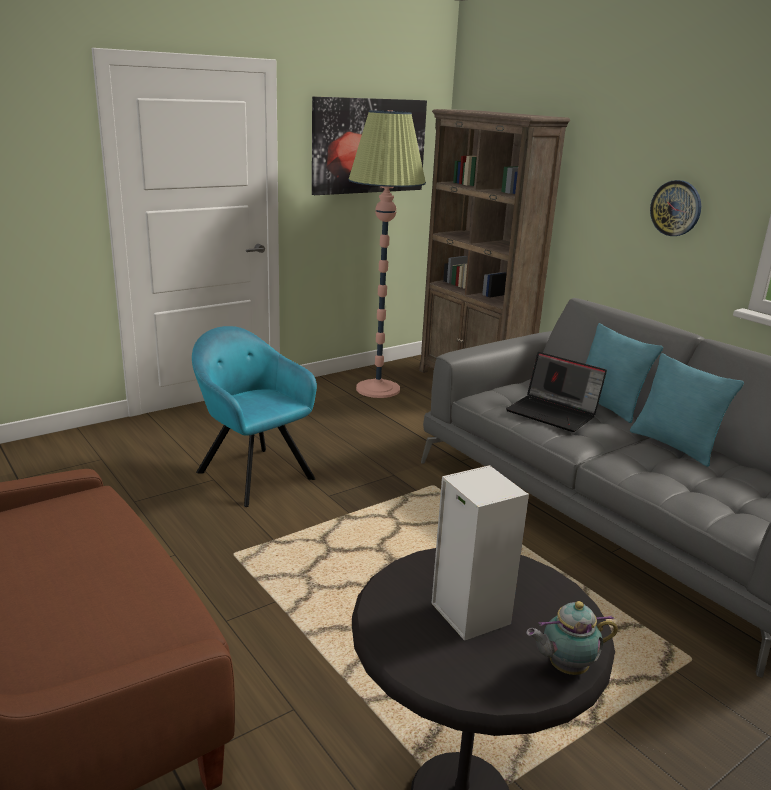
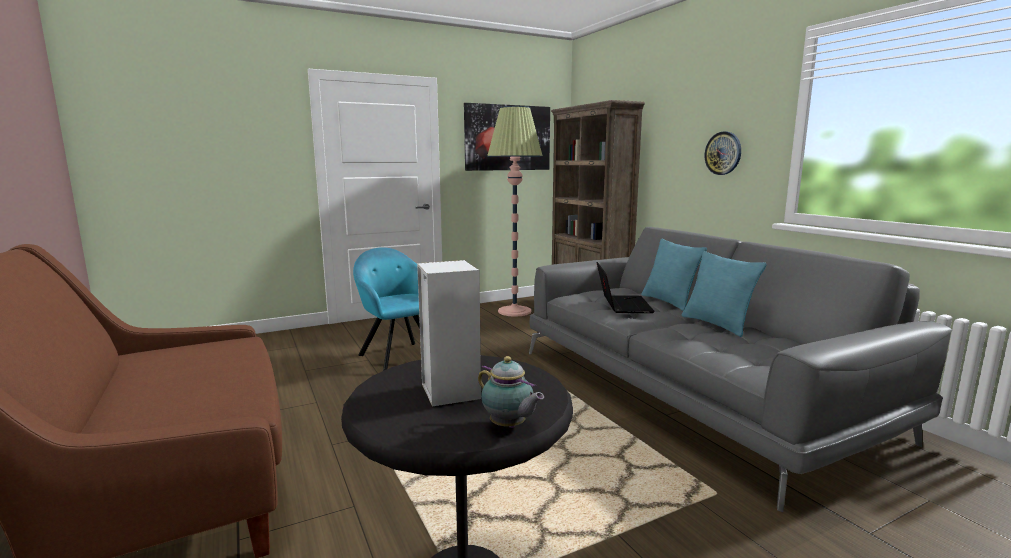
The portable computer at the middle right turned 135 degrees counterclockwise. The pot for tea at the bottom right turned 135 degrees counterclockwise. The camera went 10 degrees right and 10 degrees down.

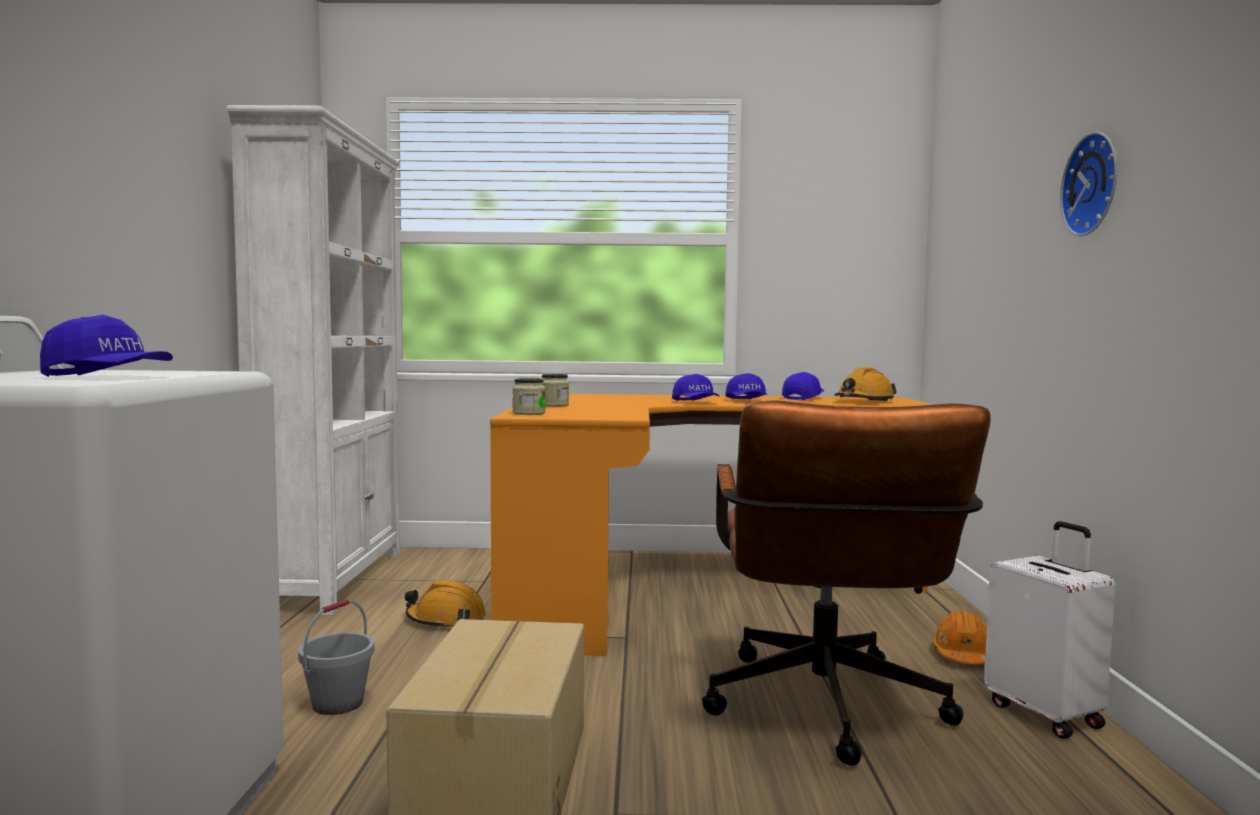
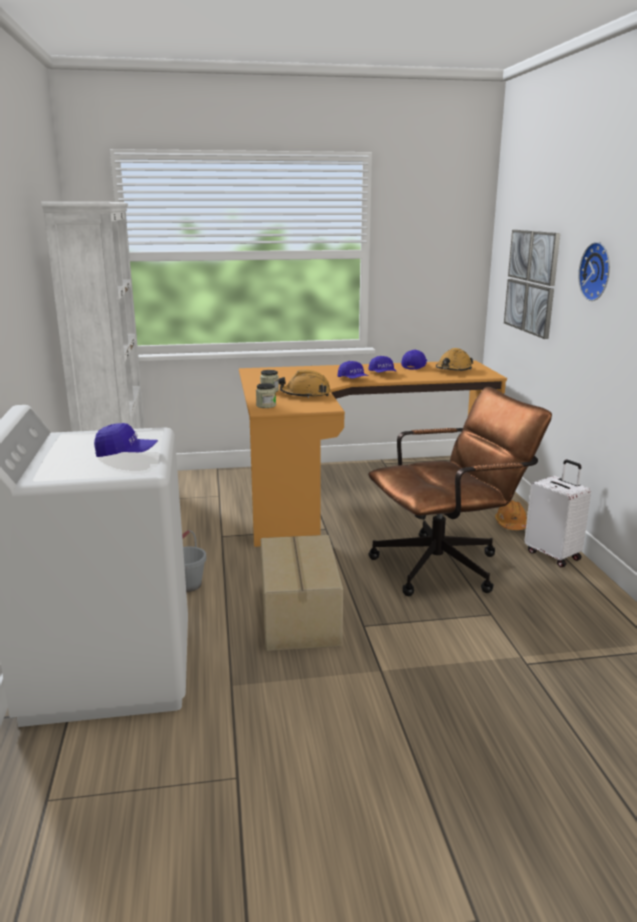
The brownish computer chair at the bottom right turned 105 degrees counterclockwise. The orange hard hat (no. 1 from left) moved from the bottom centre to the centre. The wall picture at the top right appeared. The camera went 10 degrees left and 15 degrees up.

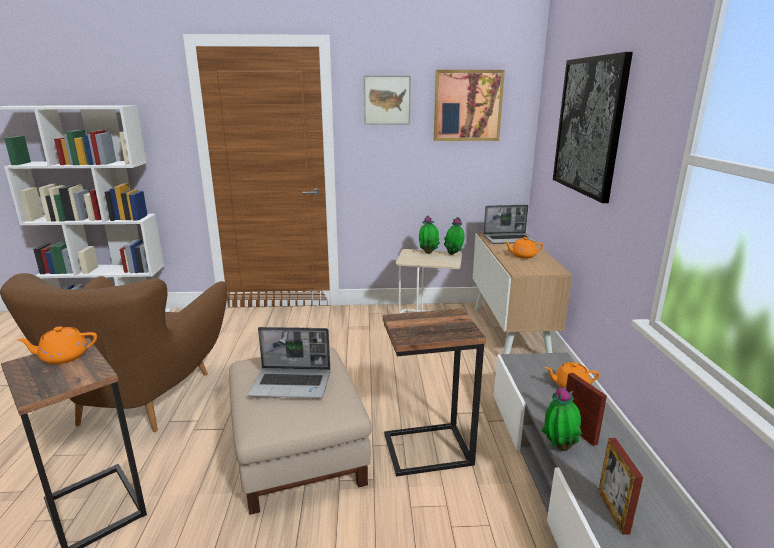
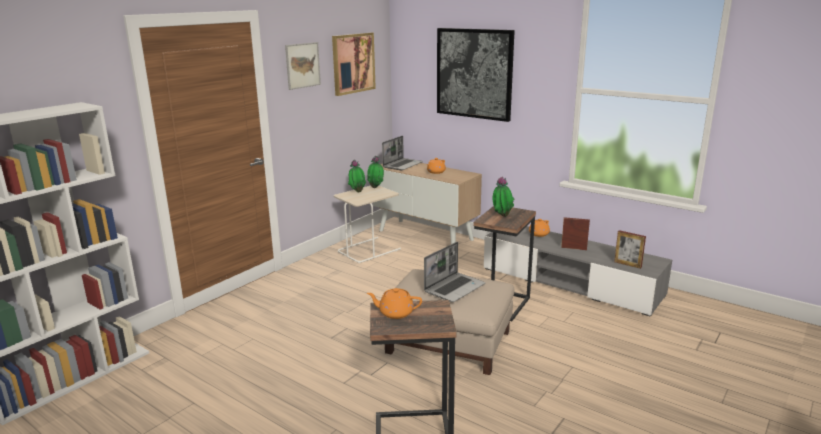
The brownish armchair at the middle left disappeared. The orange pot for tea (no. 1 from left) at the middle left turned 75 degrees clockwise. The plant in a pot (no. 3 from left) moved from the bottom right to the centre. The camera went 50 degrees left and 0 degrees up.

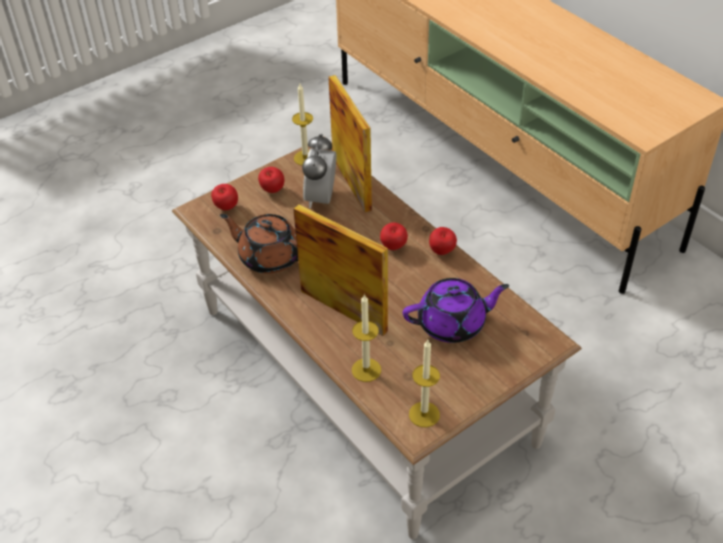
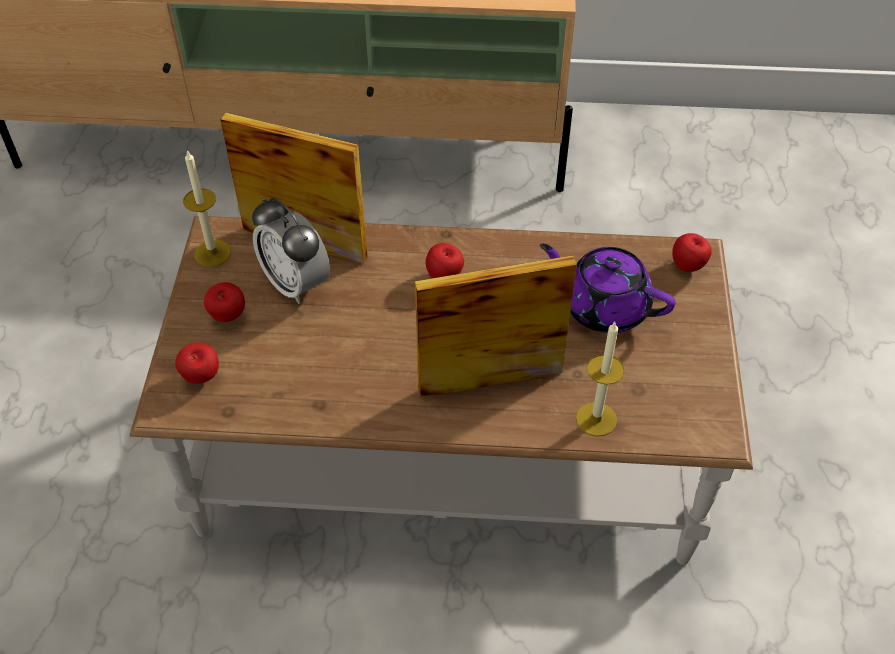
The brownish pot for tea at the centre disappeared. The apple (no. 4 from left) moved from the centre to the middle right. The purple pot for tea at the centre turned 90 degrees counterclockwise. The wax candle (no. 3 from left) at the bottom centre disappeared. The camera went 50 degrees left and 5 degrees up.

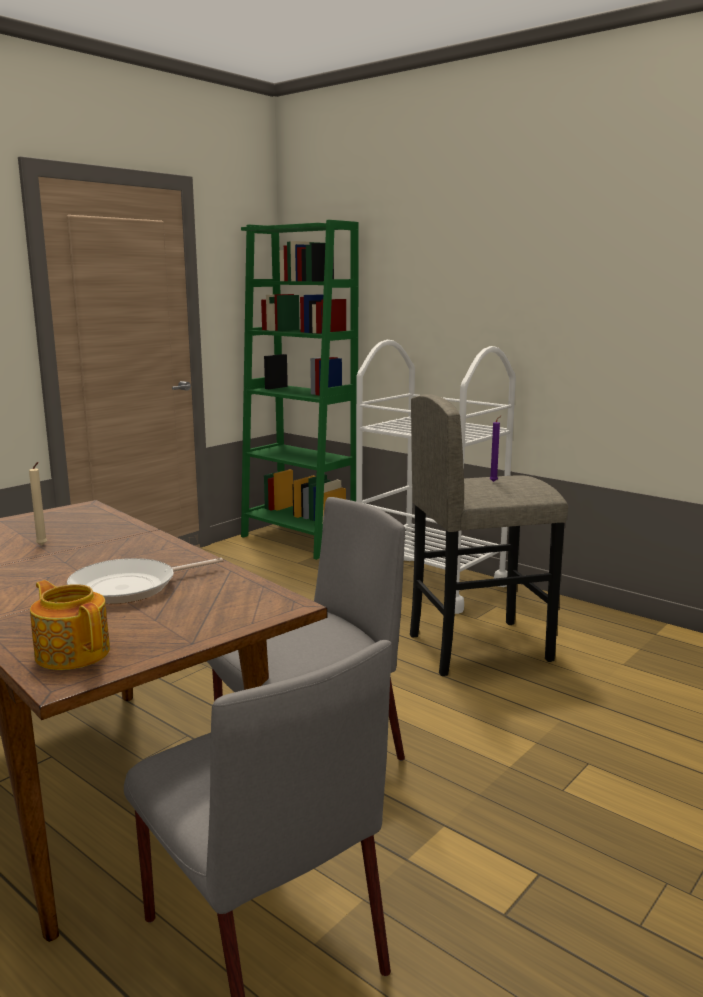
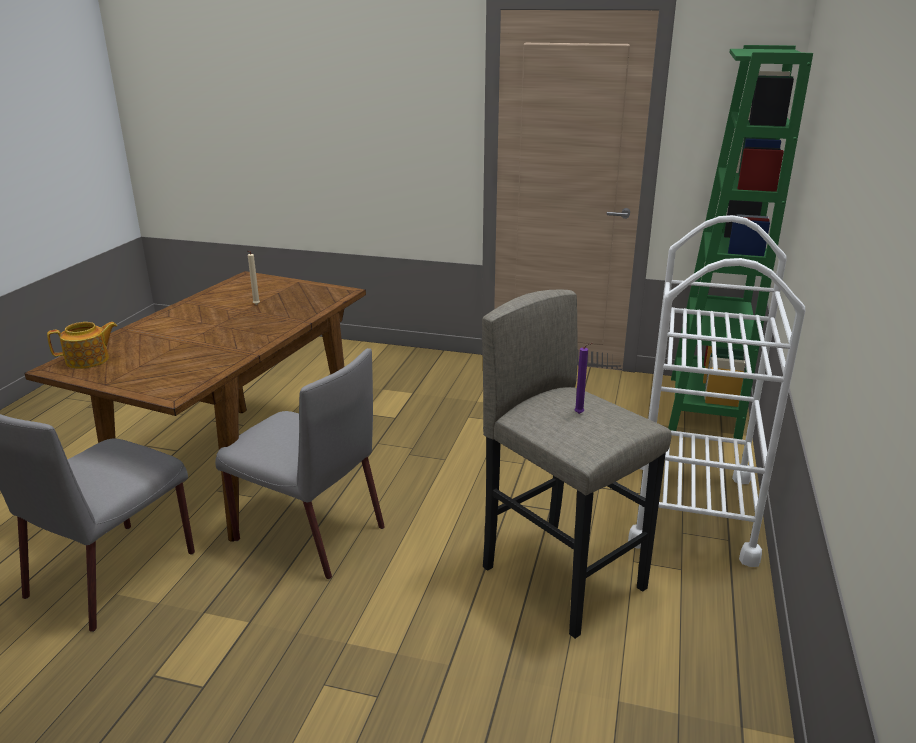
The pan at the middle left disappeared. The pot for tea at the middle left turned 45 degrees clockwise. The camera went 65 degrees right and 10 degrees up.

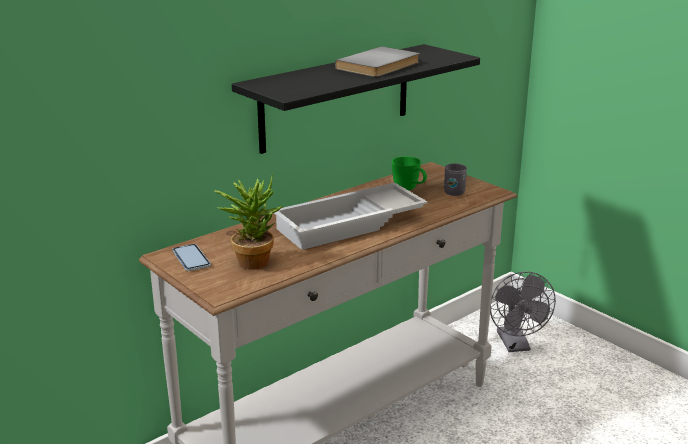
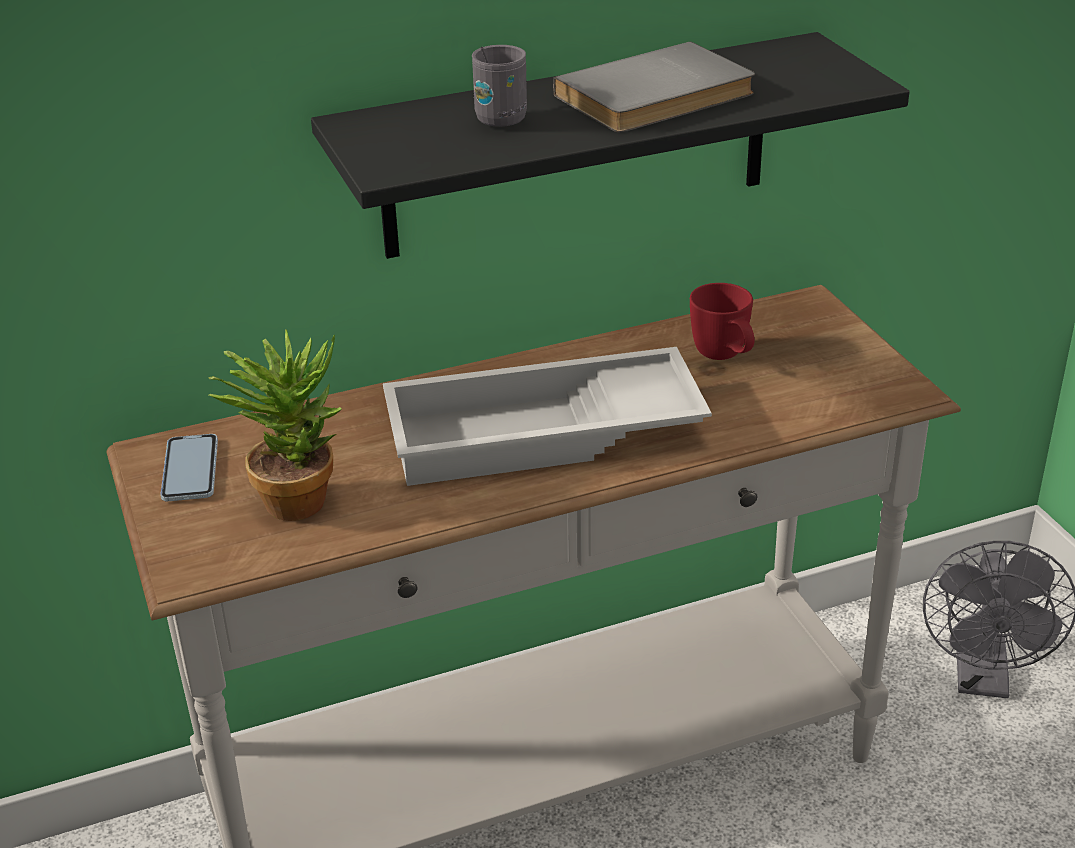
The green coffee mug at the centre became the red coffee mug at the middle right. The gray coffee mug moved from the centre to the top centre. The camera went 20 degrees right and 10 degrees up.

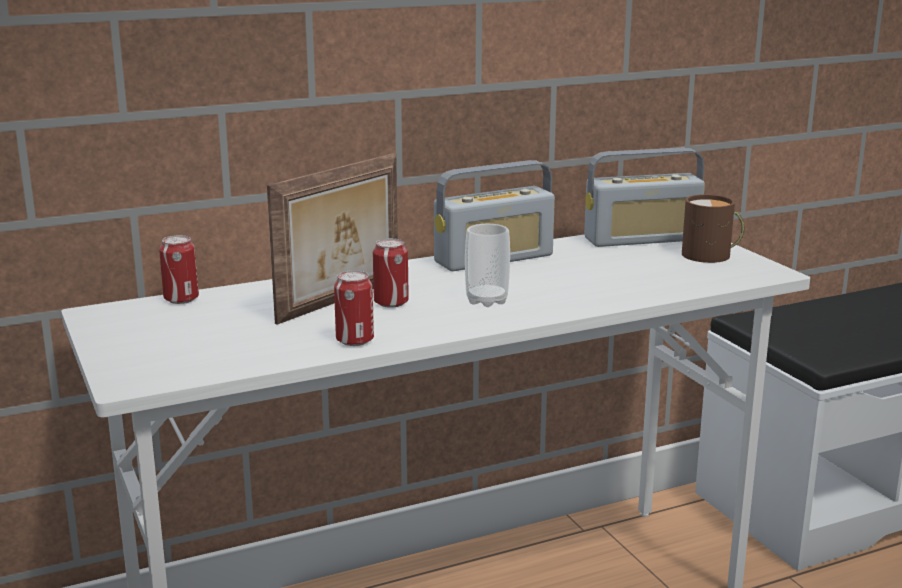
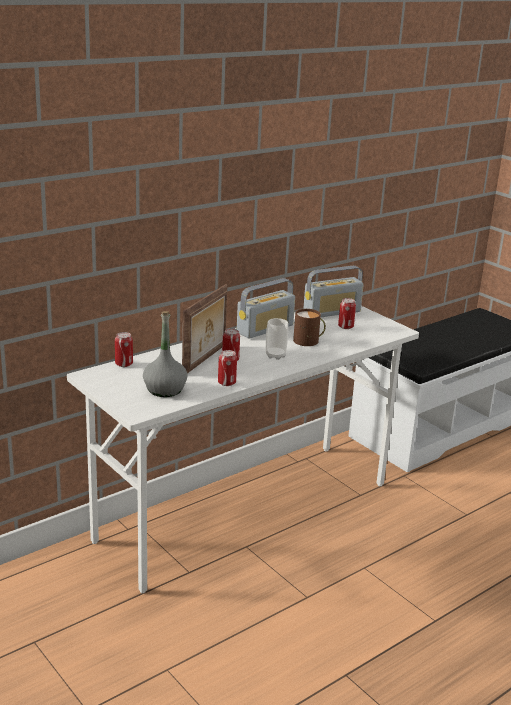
The brownish coffee mug moved from the middle right to the centre. The can (no. 4 from left) at the middle right appeared. The gray bottle at the middle left appeared. The camera went 15 degrees left and 5 degrees up.

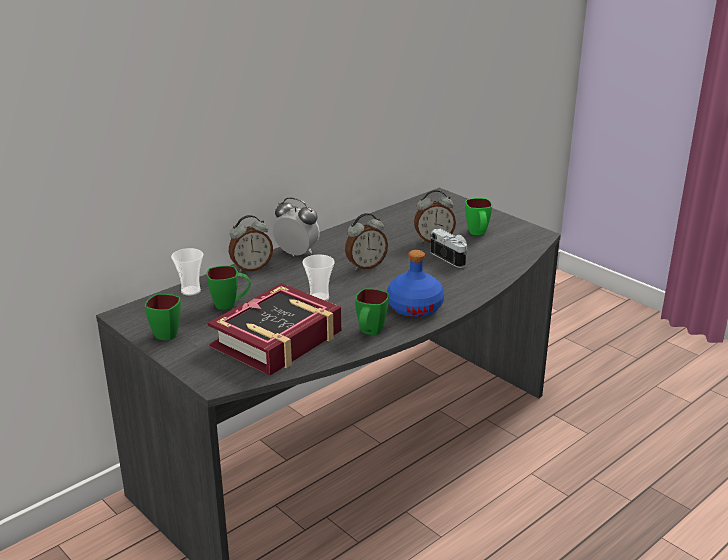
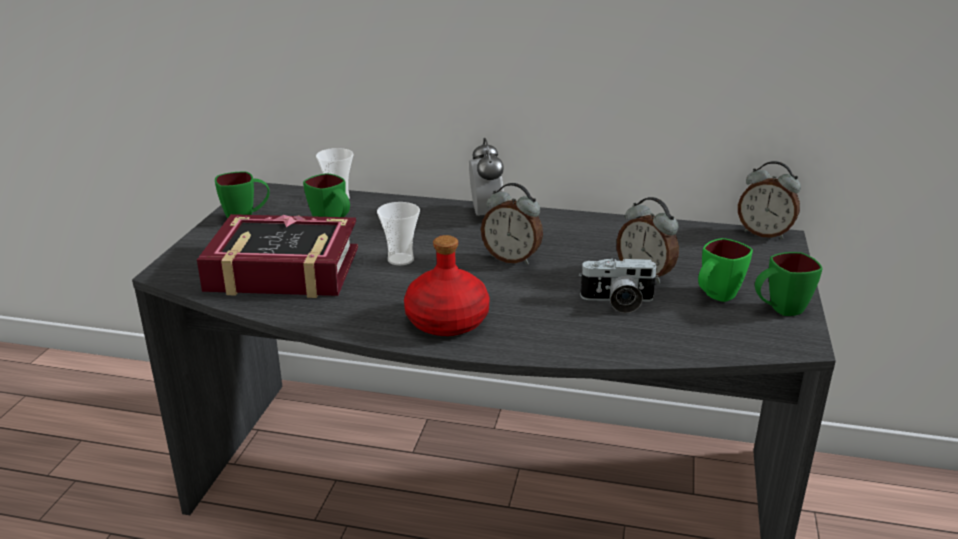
The bedside clock (no. 1 from left in the first image) moved from the centre to the middle right. The photo camera at the centre turned 75 degrees clockwise. The blue bottle at the centre became the red bottle at the centre. The green coffee mug (no. 3 from left in the first image) moved from the centre to the middle right. The camera went 55 degrees right and 0 degrees up.

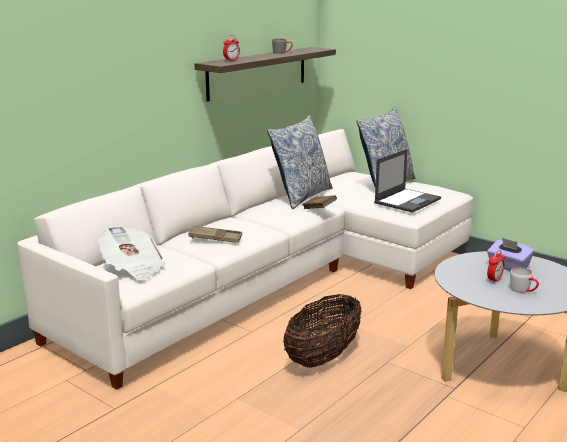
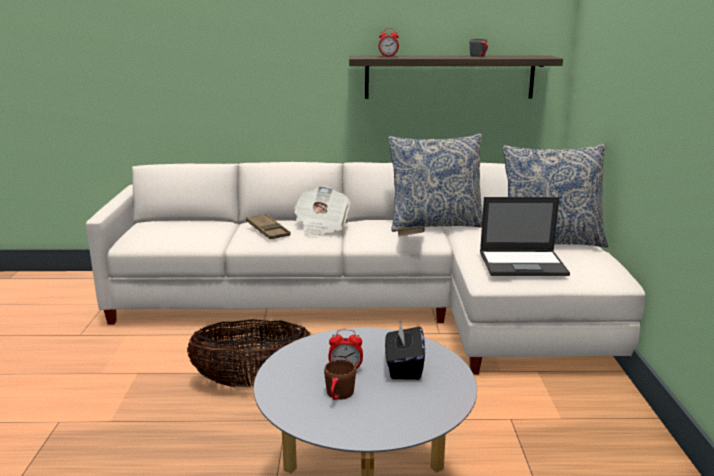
The printed paper moved from the middle left to the centre. The purple box of tissues at the middle right became the black box of tissues at the bottom centre. The gray coffee mug (no. 2 from left) at the middle right became the brownish coffee mug at the bottom centre. The camera went 50 degrees right and 0 degrees up.

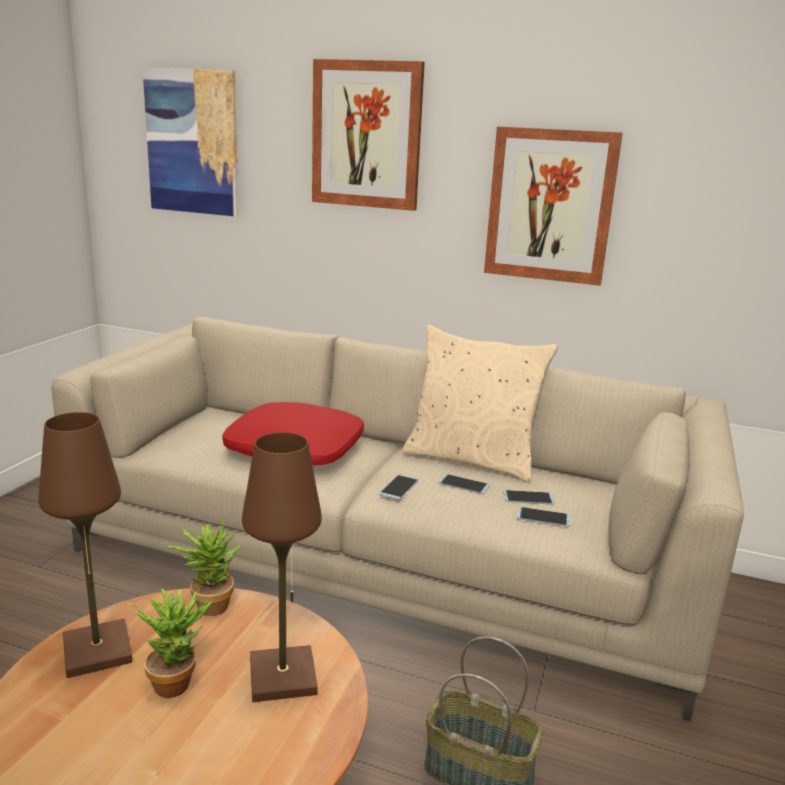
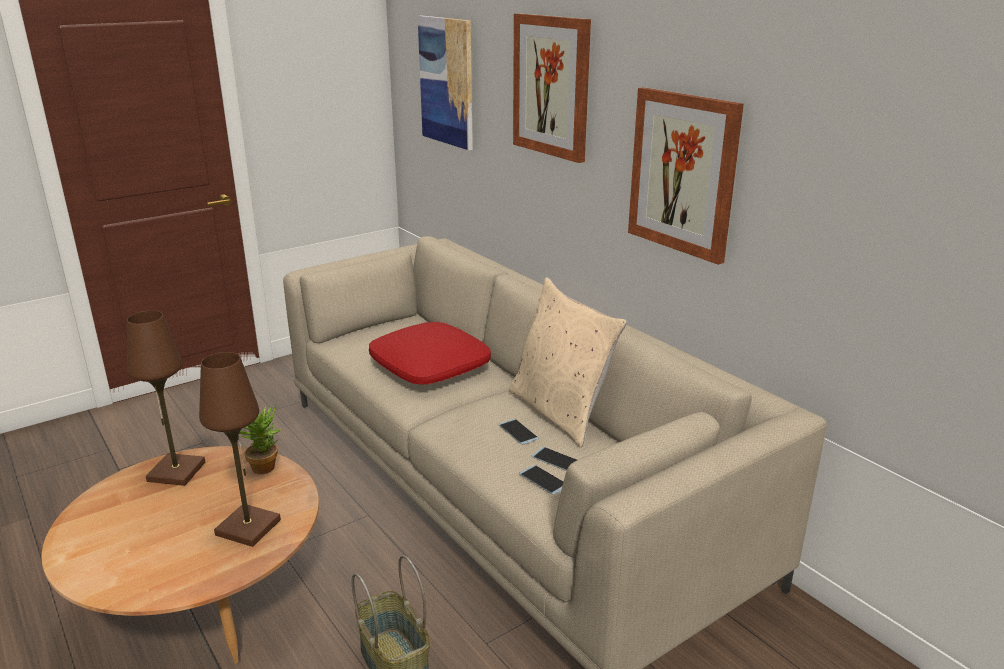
The phone (no. 1 from left) at the centre disappeared. The plant in a pot (no. 1 from left) at the bottom left disappeared. The camera went 35 degrees right and 5 degrees up.

